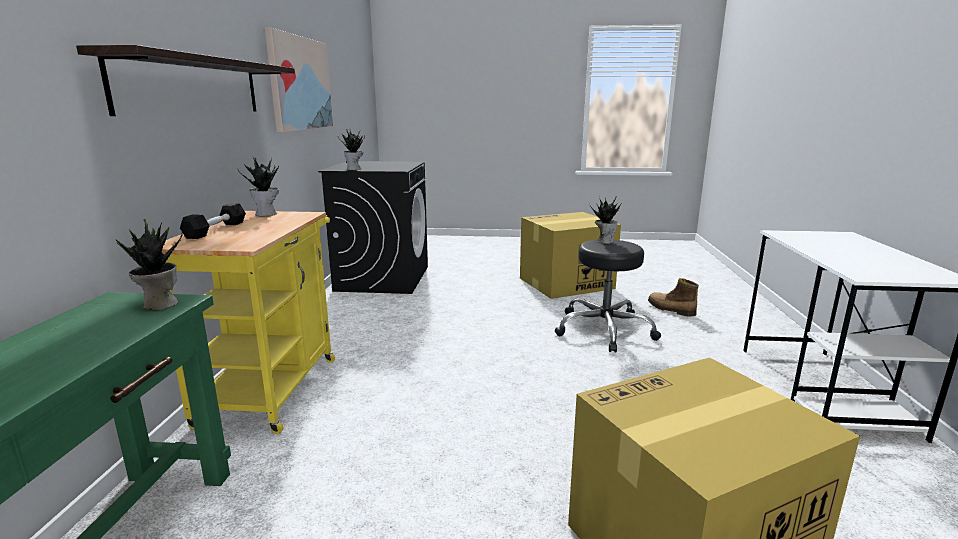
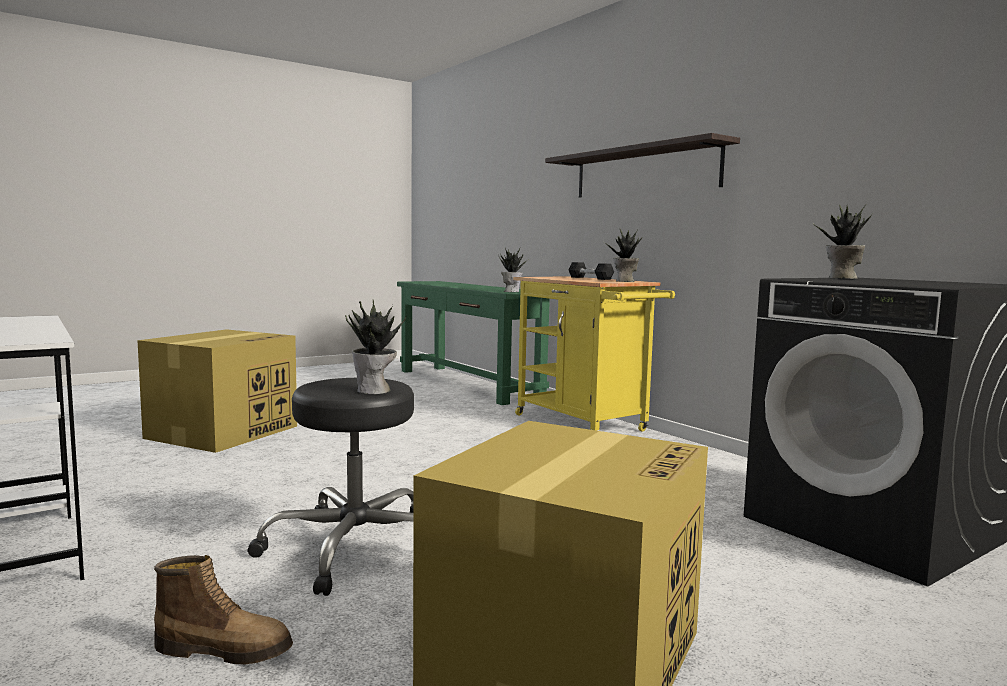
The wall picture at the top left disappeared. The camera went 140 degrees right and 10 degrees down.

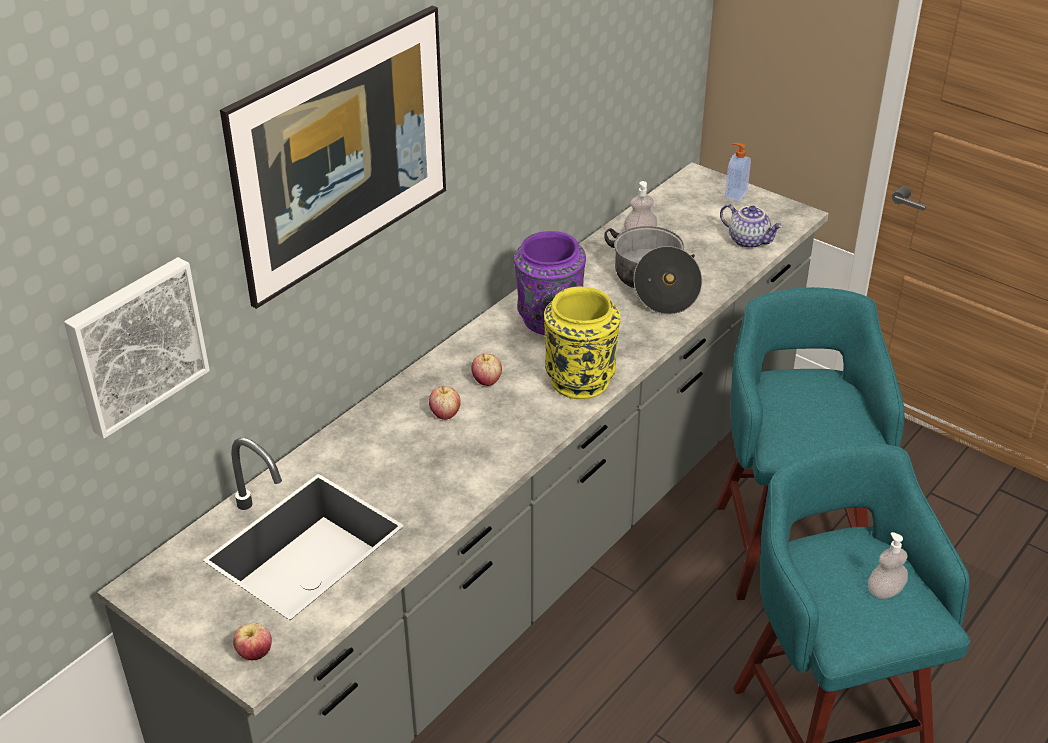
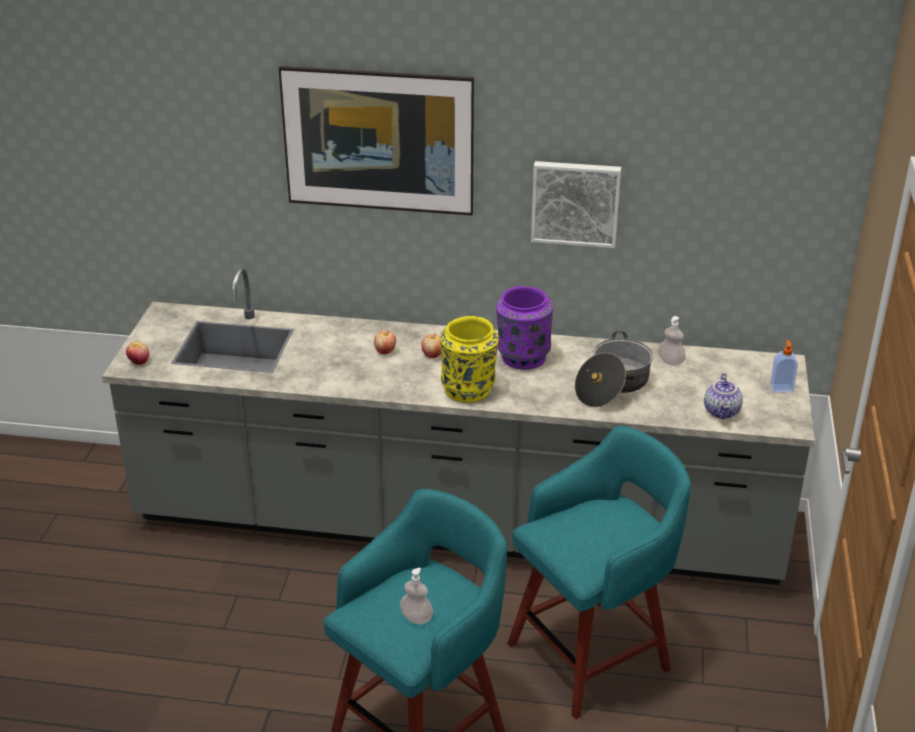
The wall picture (no. 1 from left in the first image) moved from the middle left to the top centre. The camera went 60 degrees right and 5 degrees down.

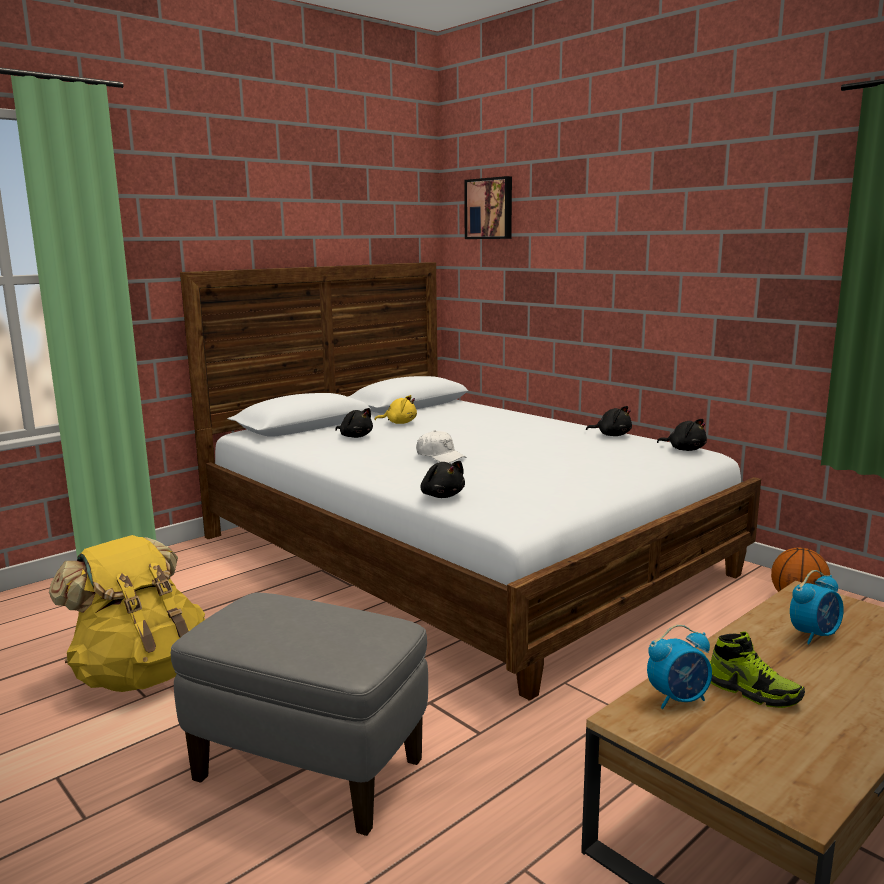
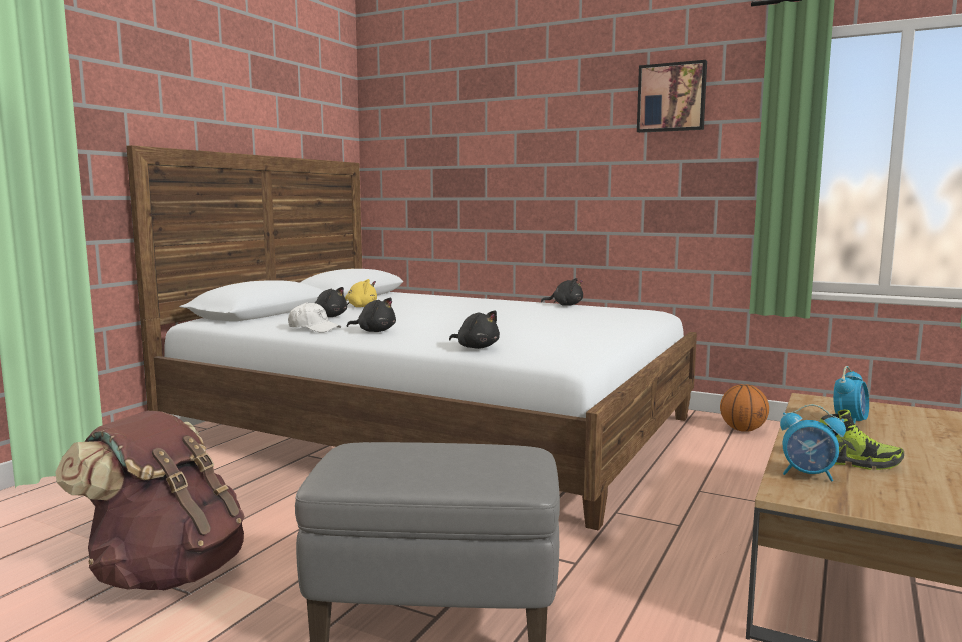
The wall picture moved from the top centre to the top right. The black plush toy (no. 4 from left in the first image) moved from the middle right to the centre. The white peaked cap moved from the centre to the middle left. The yellowish backpack at the bottom left became the brownish backpack at the bottom left. The bedside clock (no. 1 from left) at the bottom right turned 60 degrees clockwise. The camera went 20 degrees left and 5 degrees down.

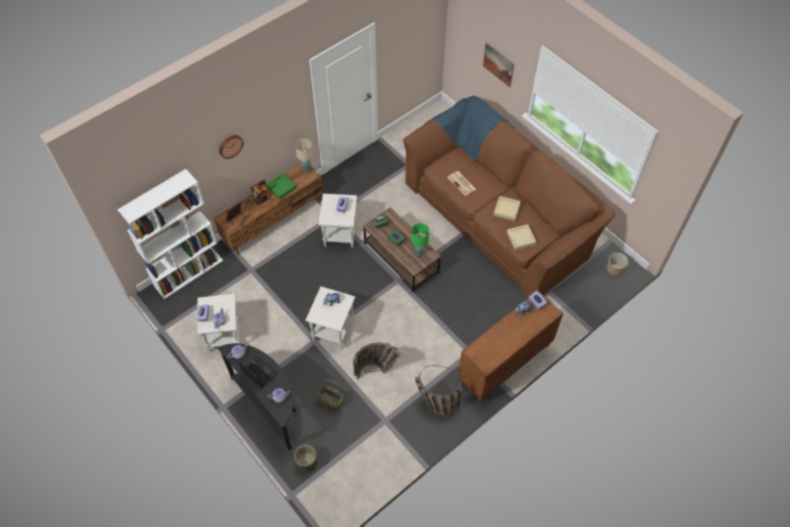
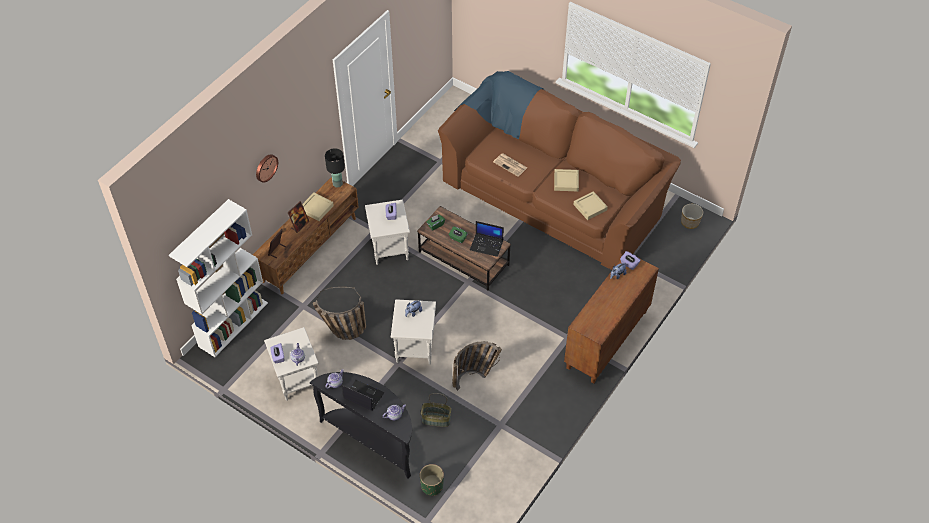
The wall picture at the top centre disappeared. The sand-coloured lamp for a table at the top centre became the black lamp for a table at the top centre. The green serving tray at the centre became the sand-coloured serving tray (no. 1 from left) at the centre. The green lamp for a table at the centre was replaced by the portable computer (no. 2 from left) at the centre. The basket (no. 3 from left in the first image) moved from the bottom centre to the centre. The camera went 15 degrees left and 5 degrees down.

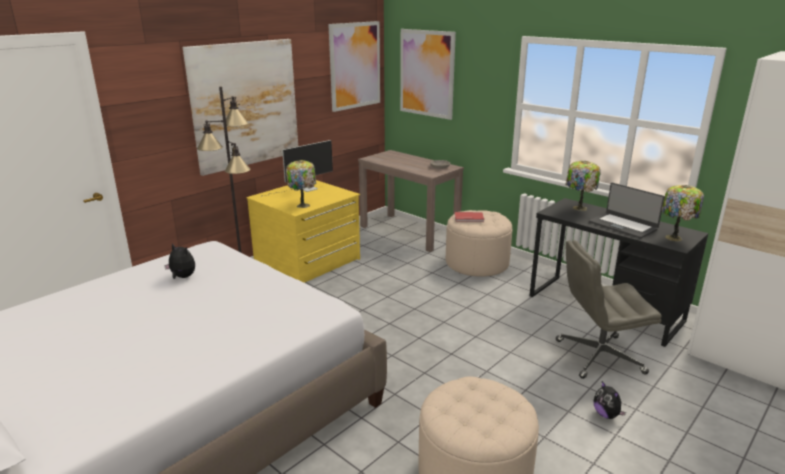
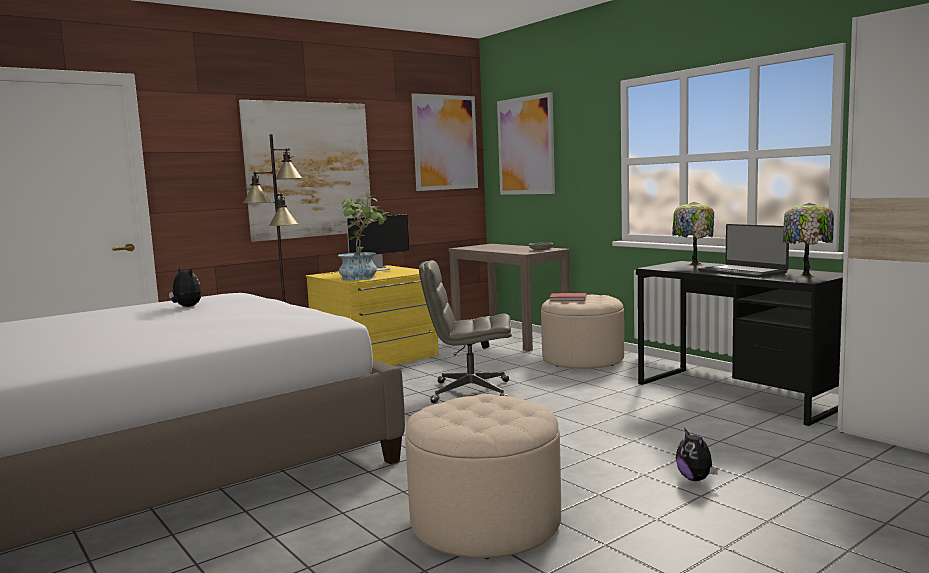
The lamp for a table (no. 1 from left) at the centre was replaced by the plant in a pot at the centre. The gray computer chair moved from the middle right to the centre. The camera went 10 degrees right and 15 degrees down.

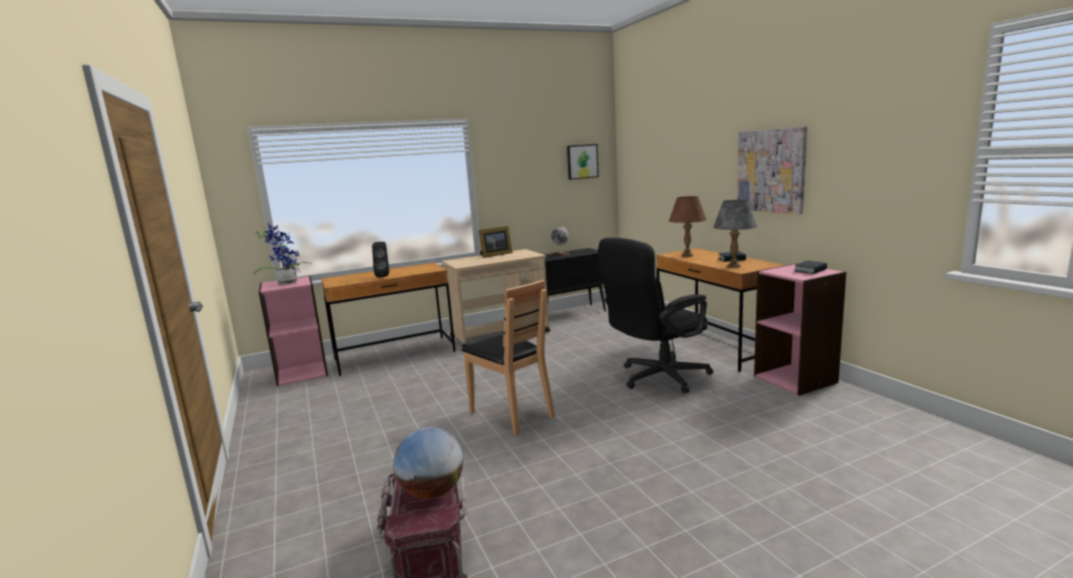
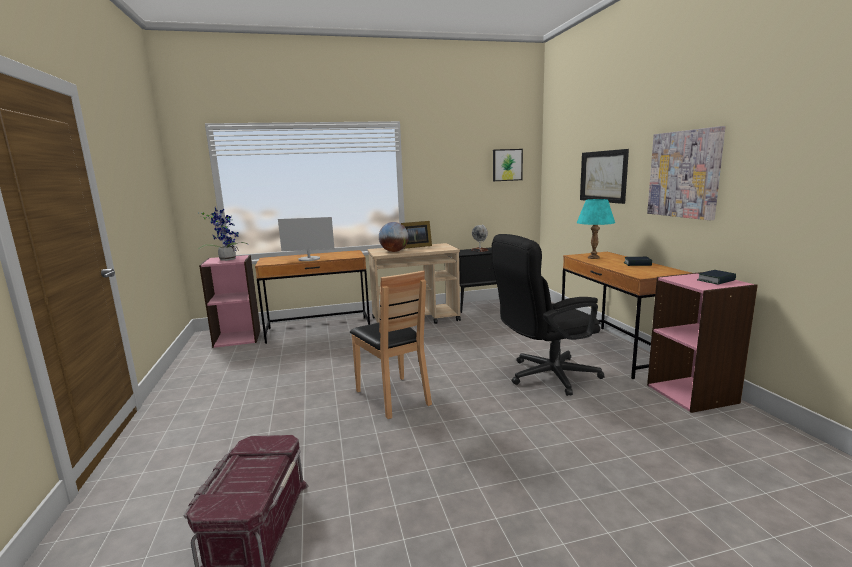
The brownish lamp for a table at the centre became the blue-green lamp for a table at the middle right. The gray lamp for a table at the middle right disappeared. The black loudspeaker at the centre was replaced by the computer screen at the centre. The desk globe (no. 1 from left) moved from the bottom centre to the centre. The wall picture (no. 2 from left) at the top right appeared. The camera went 10 degrees right and 0 degrees up.

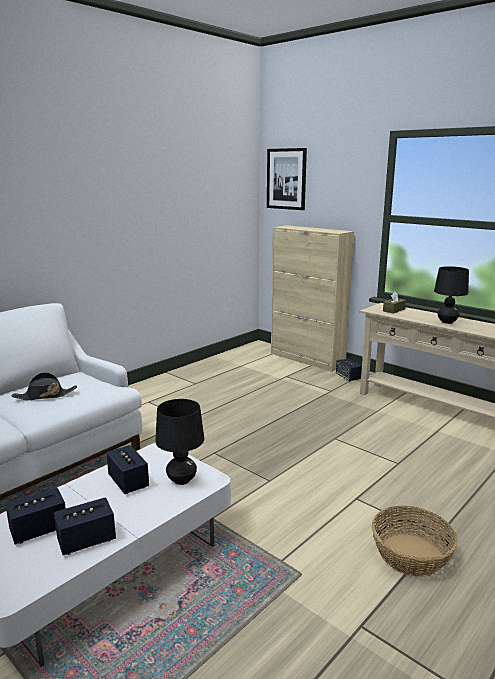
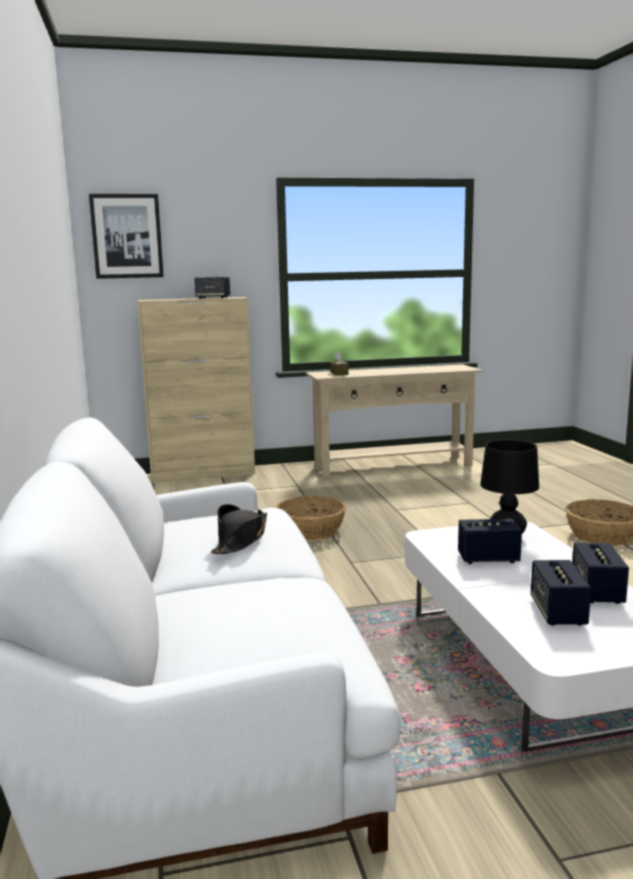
The black lamp for a table (no. 2 from left) at the middle right disappeared. The loudspeaker (no. 4 from left in the first image) moved from the middle right to the top centre. The basket (no. 1 from left) at the centre appeared. The camera went 55 degrees left and 5 degrees down.

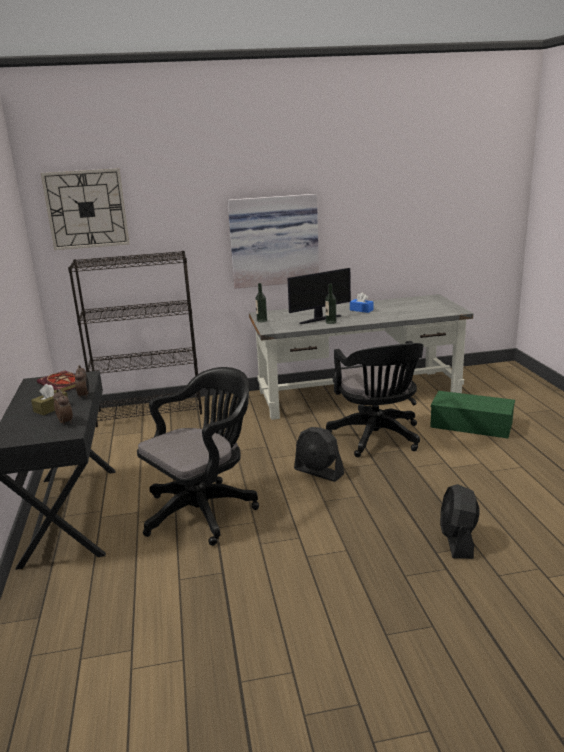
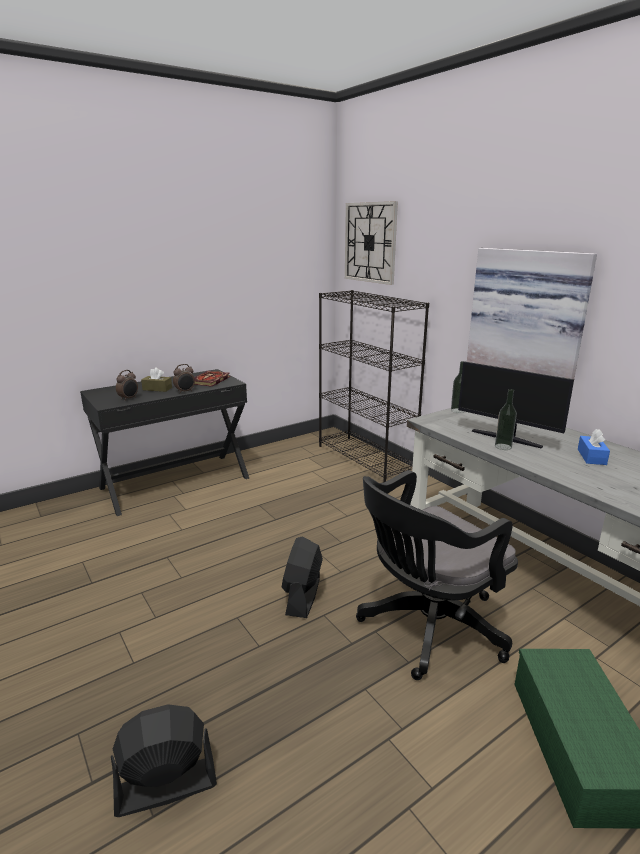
The black computer chair (no. 1 from left) at the centre disappeared. The camera went 65 degrees right and 0 degrees up.

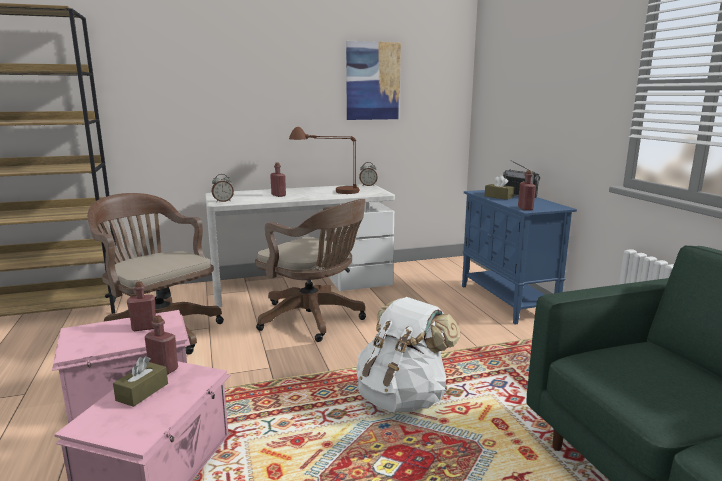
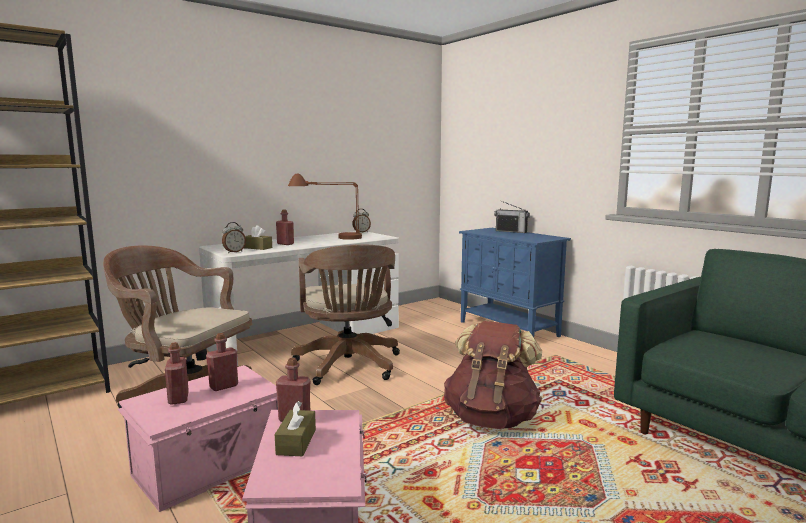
The wall picture at the top centre disappeared. The red bottle (no. 4 from left in the first image) moved from the middle right to the bottom left. The brownish box of tissues (no. 2 from left in the first image) moved from the middle right to the middle left. The brownish computer chair (no. 2 from left) at the centre turned 60 degrees clockwise. The white backpack at the bottom centre became the brownish backpack at the bottom centre. The camera went 20 degrees left and 5 degrees down.

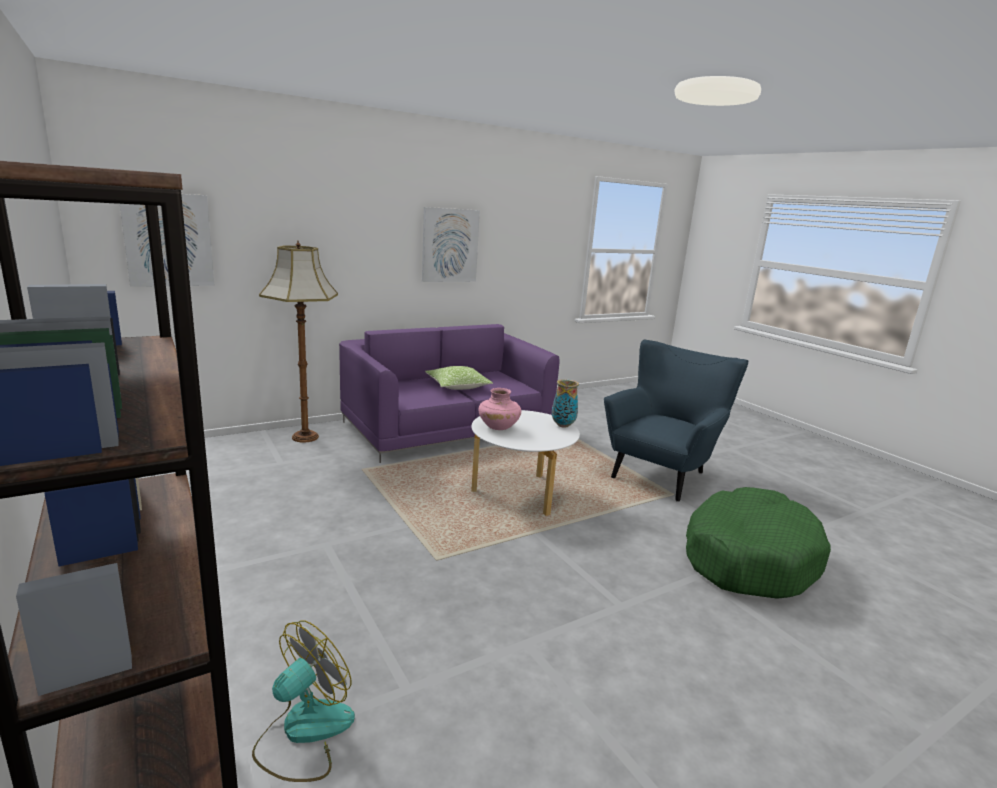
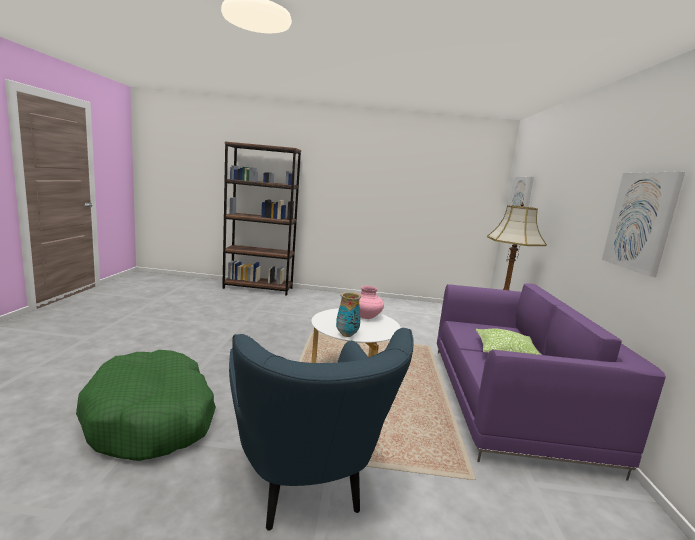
The fan at the bottom left disappeared. The camera went 125 degrees right and 5 degrees down.

